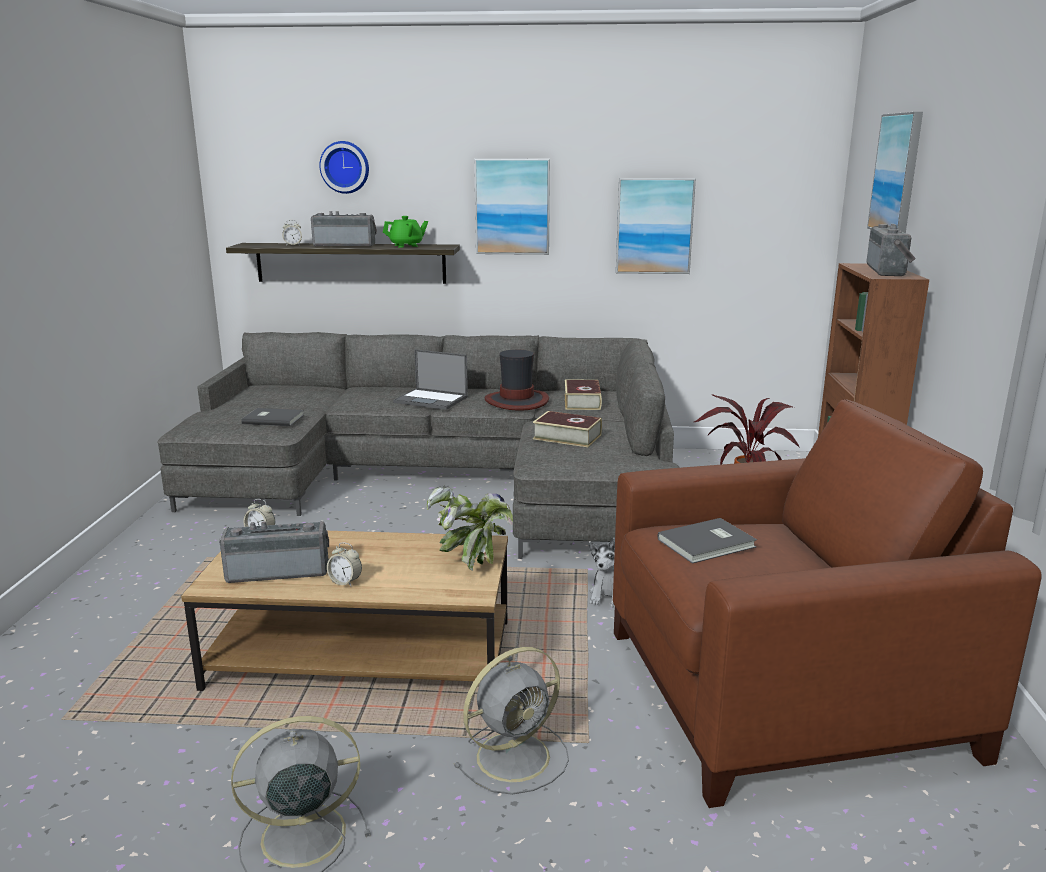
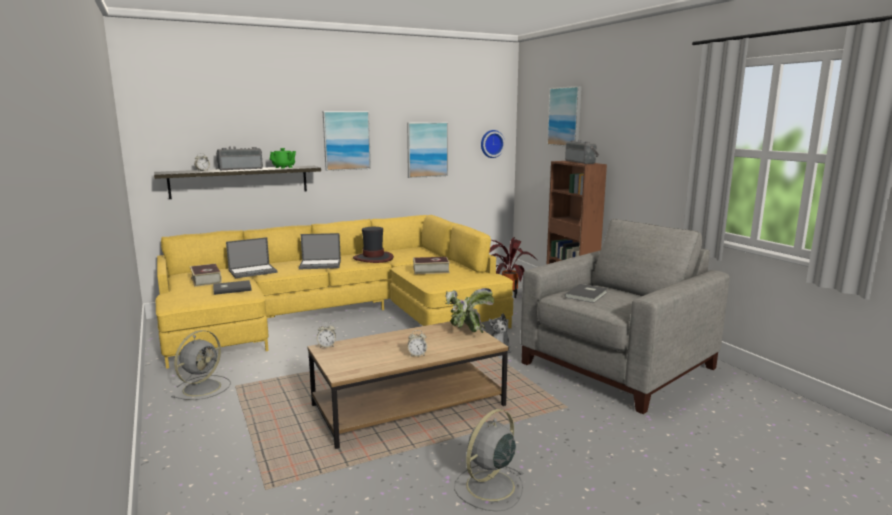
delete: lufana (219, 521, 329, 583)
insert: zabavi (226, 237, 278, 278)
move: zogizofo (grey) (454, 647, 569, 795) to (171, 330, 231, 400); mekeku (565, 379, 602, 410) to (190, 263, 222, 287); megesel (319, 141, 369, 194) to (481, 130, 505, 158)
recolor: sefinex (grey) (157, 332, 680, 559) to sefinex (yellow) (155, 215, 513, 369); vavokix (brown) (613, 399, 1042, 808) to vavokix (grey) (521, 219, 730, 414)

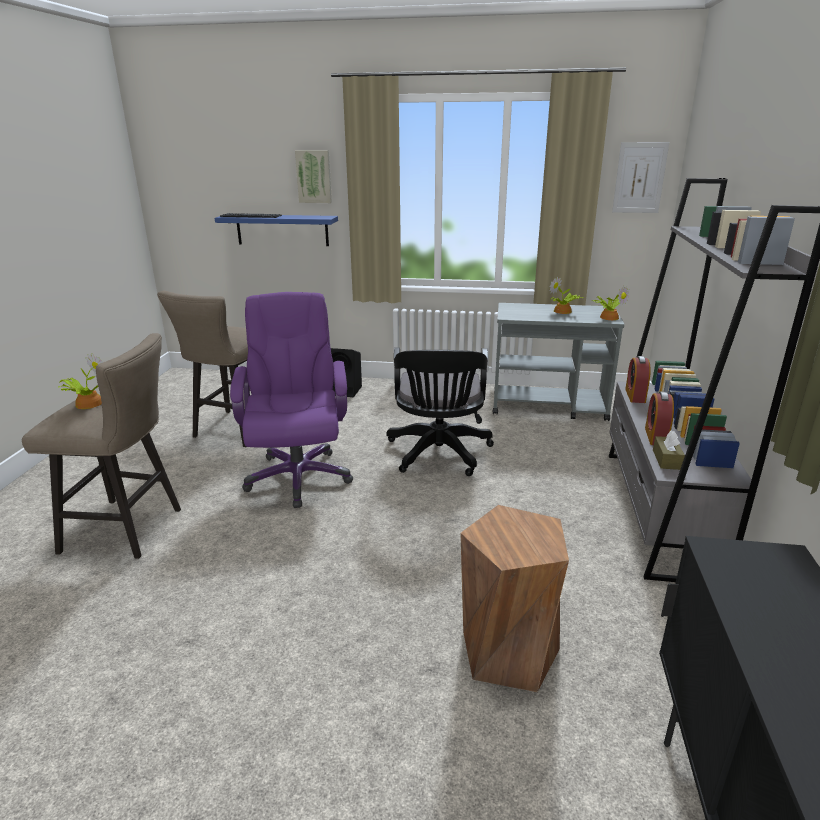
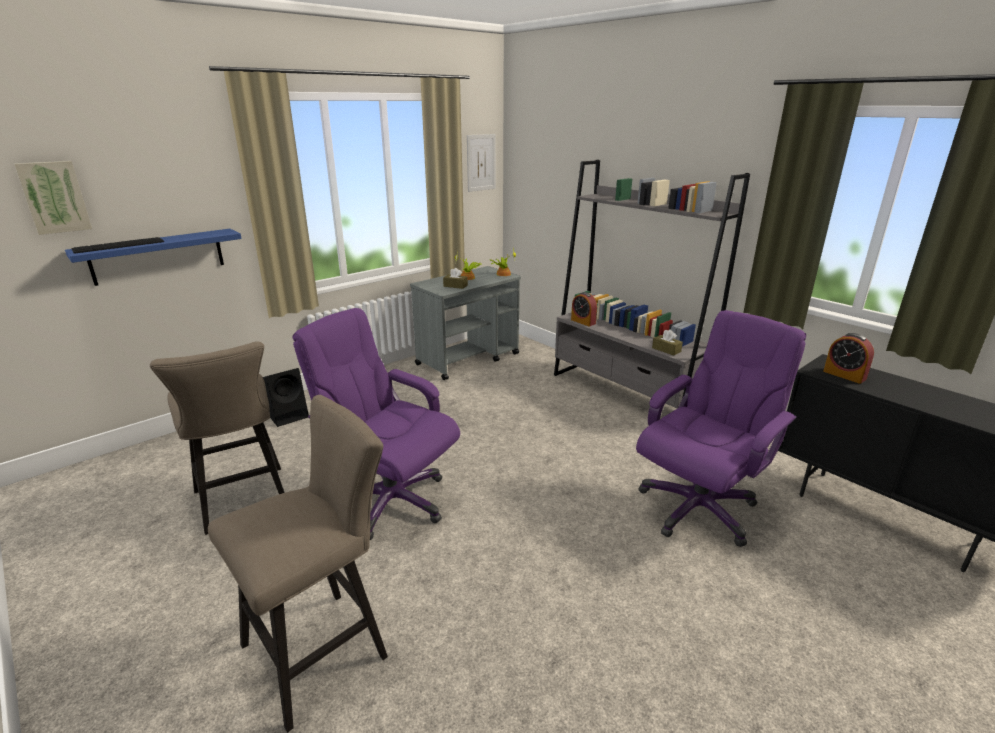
delete: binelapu (58, 353, 103, 409); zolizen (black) (387, 347, 494, 476)
insert: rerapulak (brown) (443, 268, 468, 289)
move: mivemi (295, 150, 332, 203) to (14, 161, 92, 235); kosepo (645, 392, 674, 445) to (823, 333, 874, 384)
replace: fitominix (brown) (460, 505, 569, 692) to zolizen (purple) (636, 310, 806, 547)

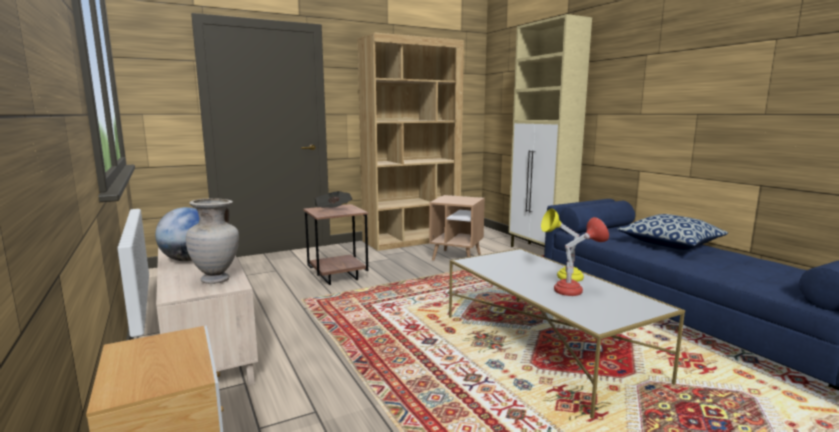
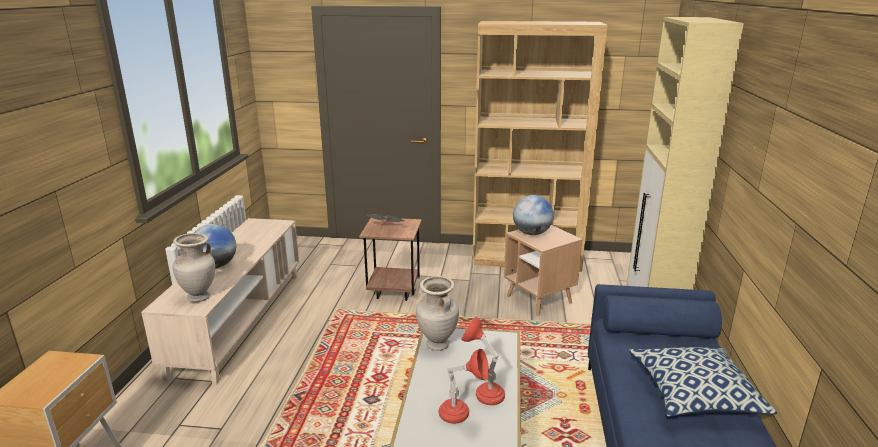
insert: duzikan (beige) (416, 276, 459, 351); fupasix (513, 195, 554, 235)
recolor: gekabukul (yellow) (541, 209, 584, 282) to gekabukul (red) (461, 316, 505, 405)

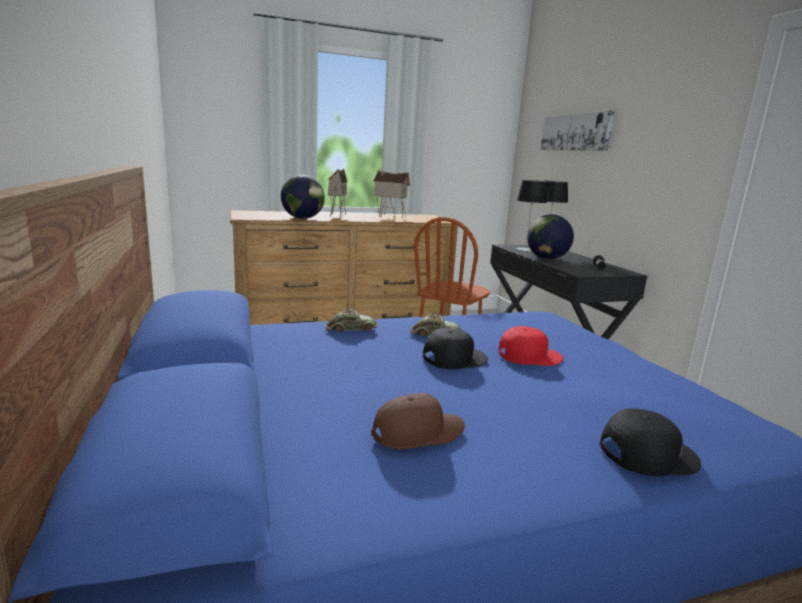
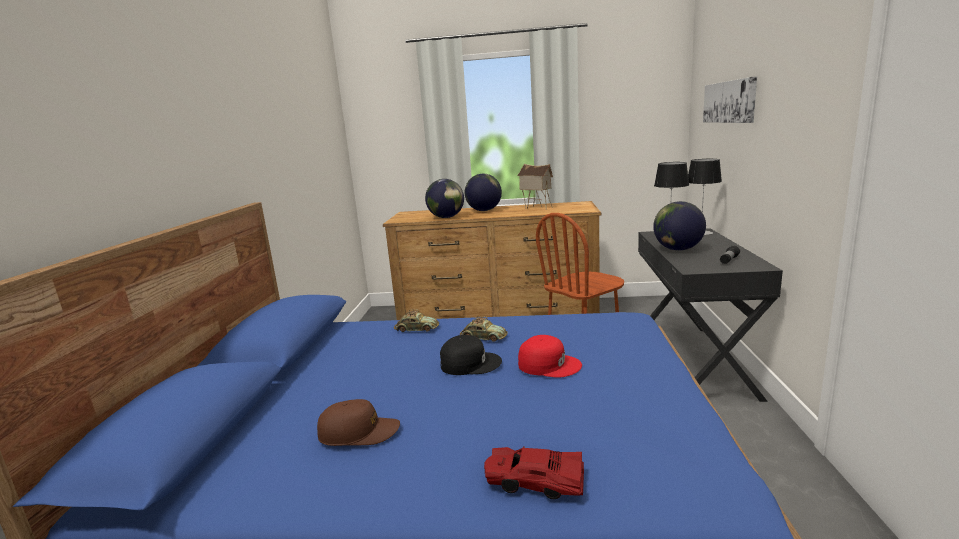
replace: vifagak (328, 168, 347, 218) to fupasix (465, 174, 502, 211); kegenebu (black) (600, 408, 701, 476) to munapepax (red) (484, 447, 584, 499)

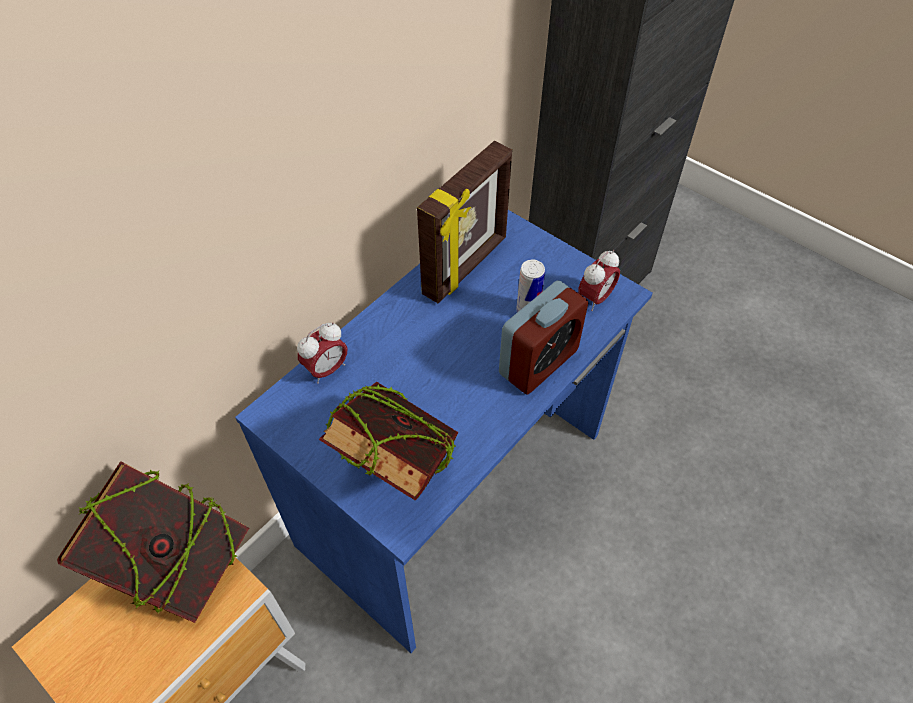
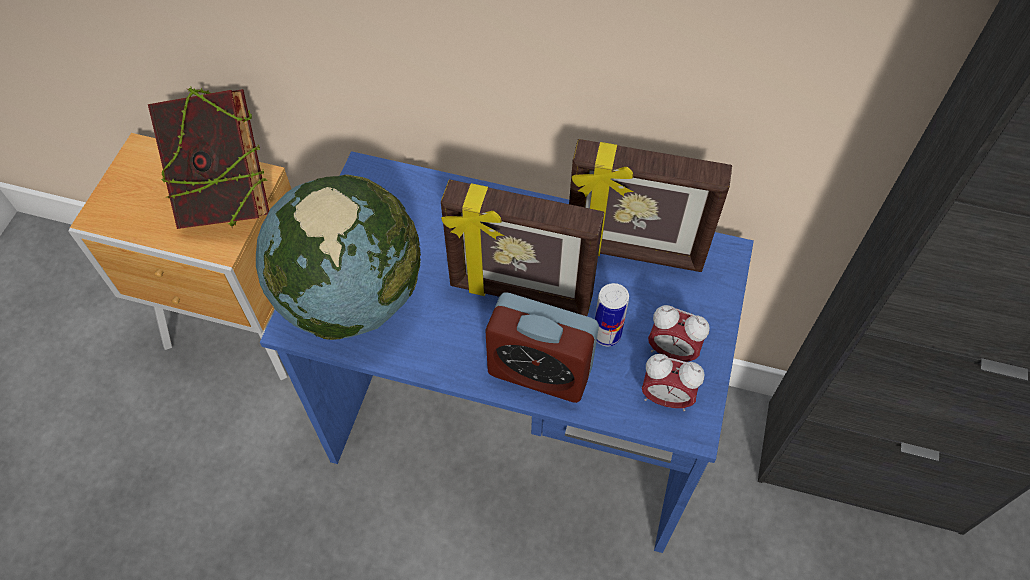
insert: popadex (441, 180, 604, 316)
move: kosepo (297, 323, 348, 384) to (648, 305, 710, 362)
replace: mekeku (319, 382, 458, 501) to fupasix (256, 174, 421, 340)

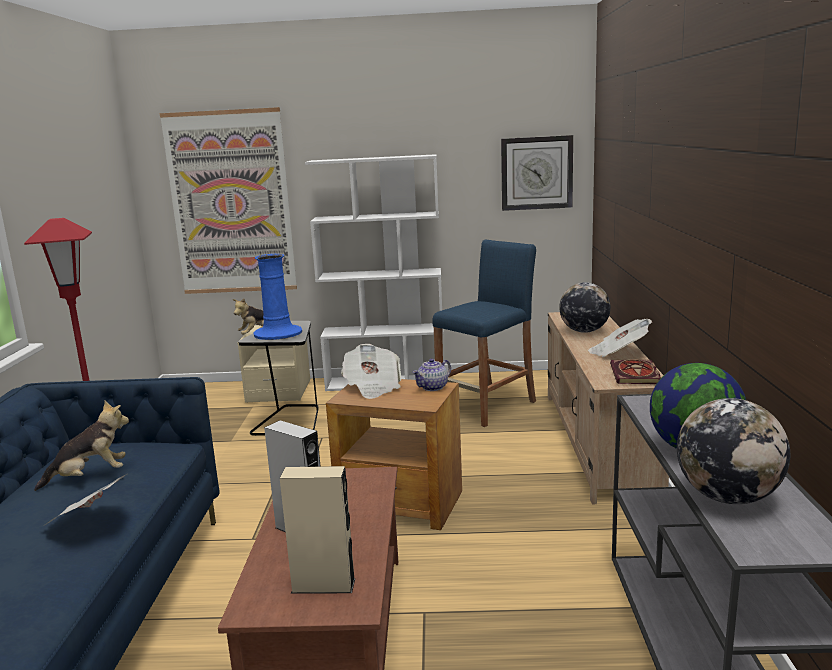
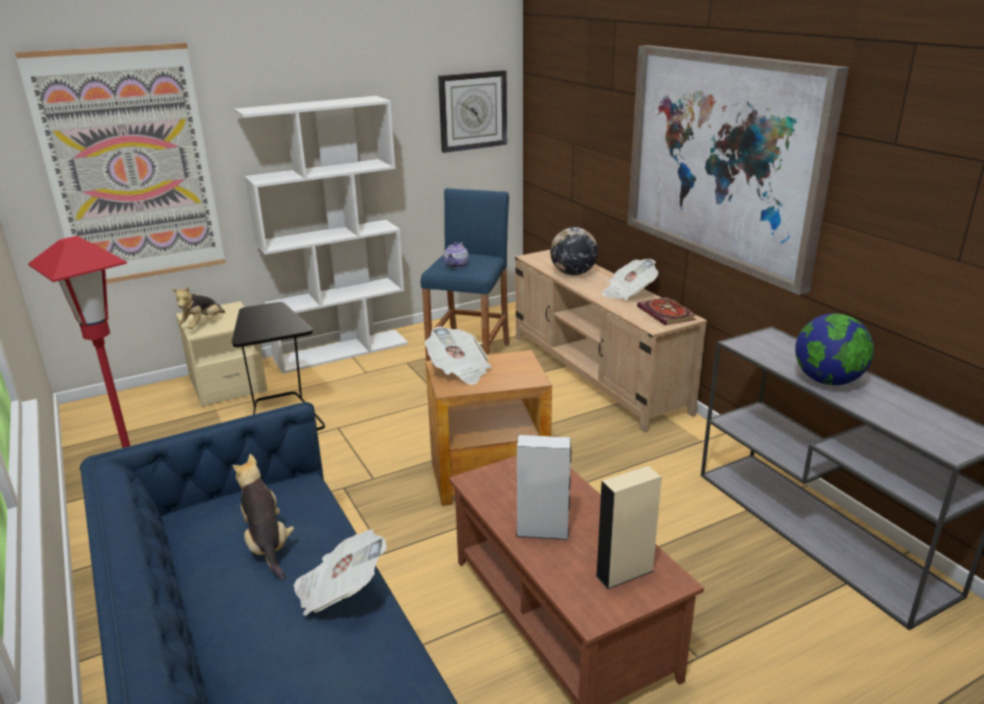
delete: duzikan (blue) (254, 254, 302, 340); fupasix (677, 398, 790, 504)
insert: mivemi (627, 45, 849, 295)
move: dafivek (412, 358, 451, 391) to (444, 242, 469, 268)
rotate: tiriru (34, 401, 129, 491) = (232, 454, 294, 580) 60 degrees counterclockwise

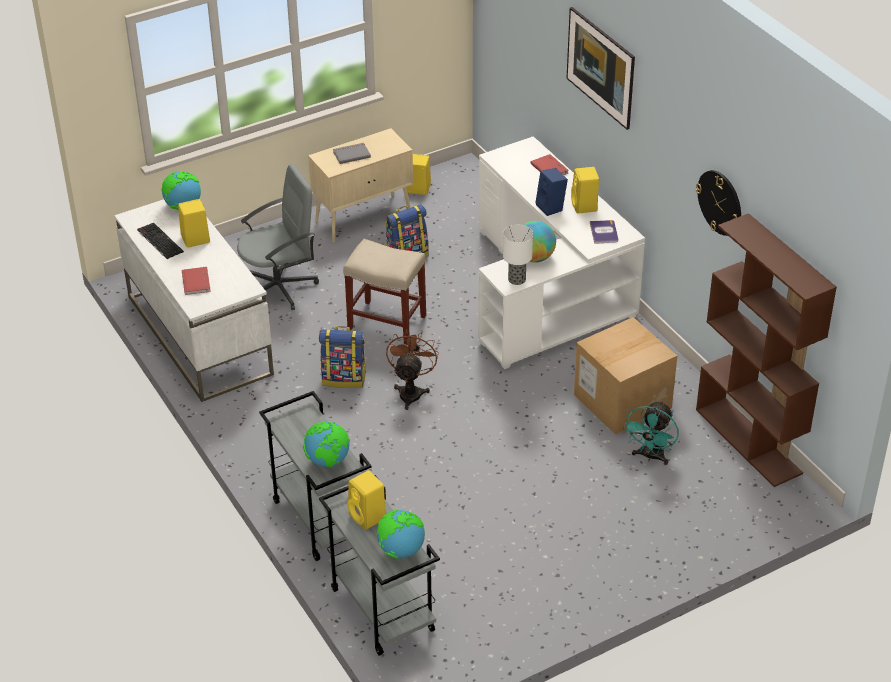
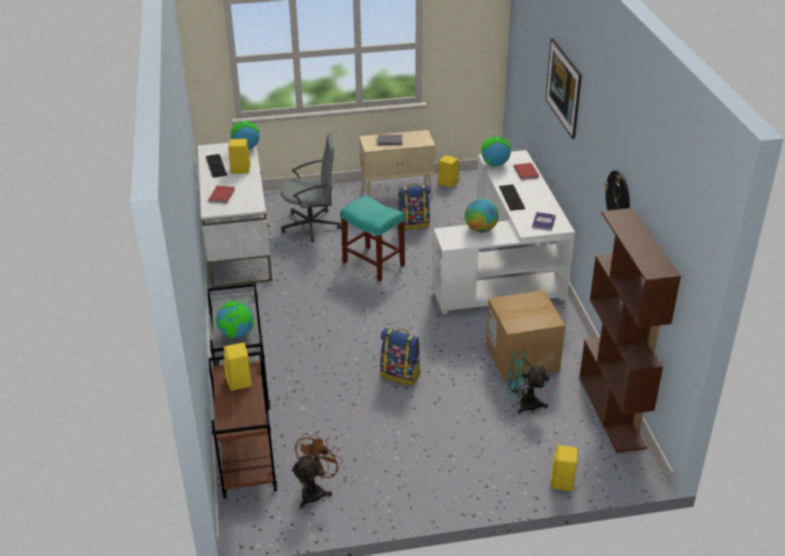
delete: gekabukul (503, 225, 533, 285)
move: zogizofo (brown) (386, 329, 439, 410) to (291, 432, 343, 509); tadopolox (319, 326, 366, 388) to (380, 328, 421, 386); fupasix (377, 510, 425, 559) to (481, 136, 511, 167); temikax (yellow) (571, 167, 599, 213) to (551, 445, 578, 491)
replace: temikax (blue) (535, 168, 568, 216) to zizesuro (499, 184, 525, 211)
recolor: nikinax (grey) (319, 475, 440, 656) to nikinax (brown) (209, 352, 277, 498); fitominix (beige) (343, 239, 426, 345) to fitominix (turquoise) (340, 195, 405, 282)
rotate: zogizofo (turquoise) (623, 401, 679, 465) = (507, 351, 549, 414) 60 degrees clockwise

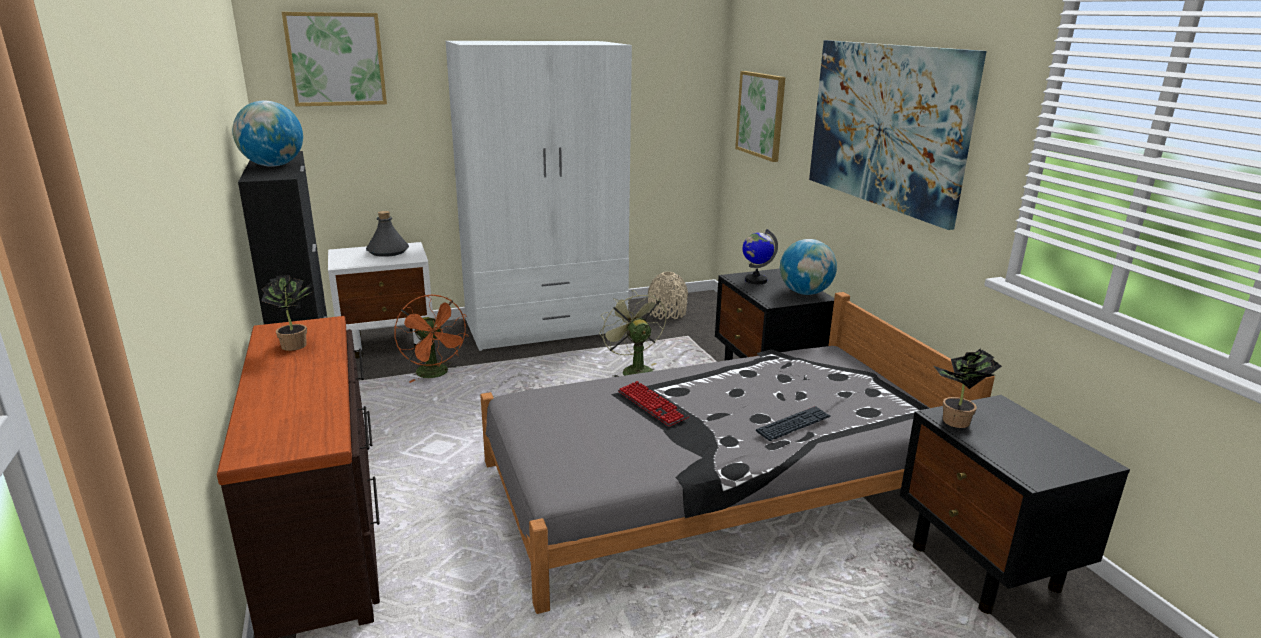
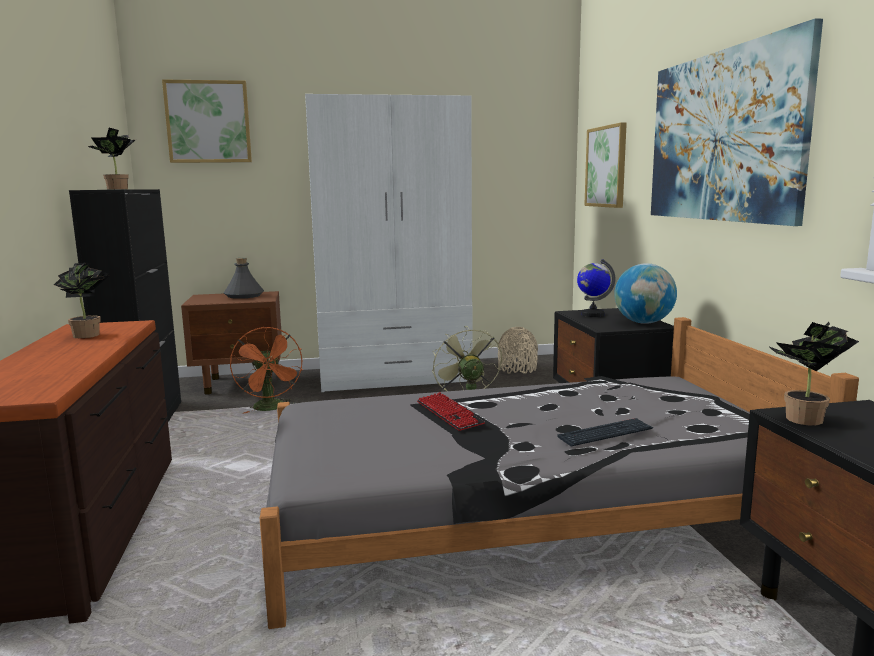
replace: fupasix (233, 101, 303, 167) to binelapu (87, 128, 135, 189)
recolor: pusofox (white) (328, 242, 433, 358) to pusofox (brown) (181, 291, 282, 395)

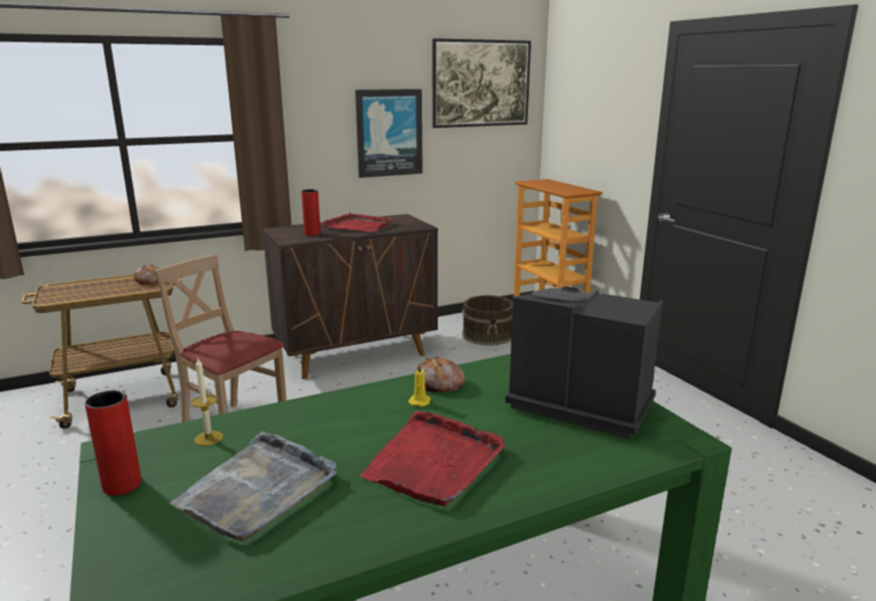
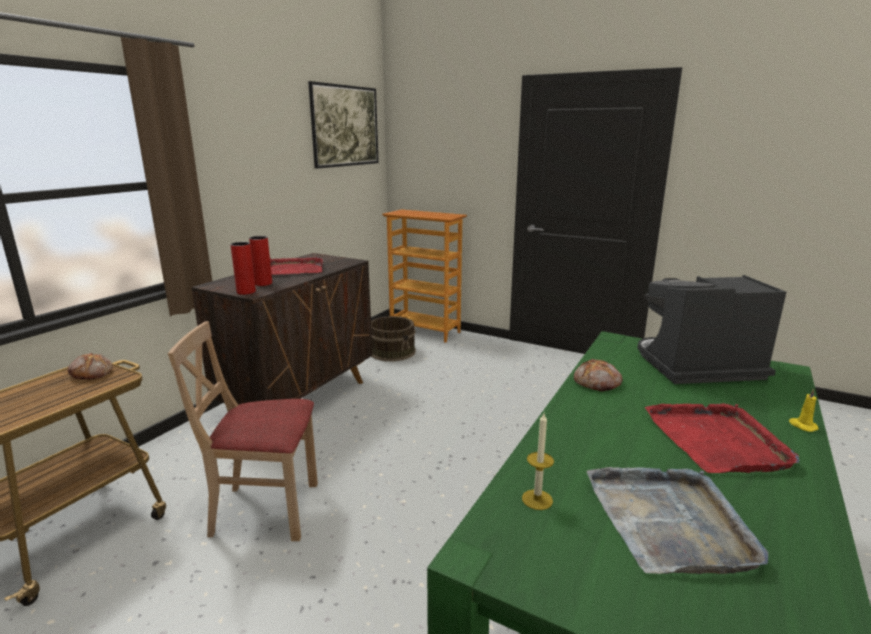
delete: mivemi (355, 89, 423, 178)
move: duzikan (red) (85, 390, 141, 496) to (230, 242, 256, 295); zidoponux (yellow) (408, 363, 431, 407) to (789, 388, 819, 432)

